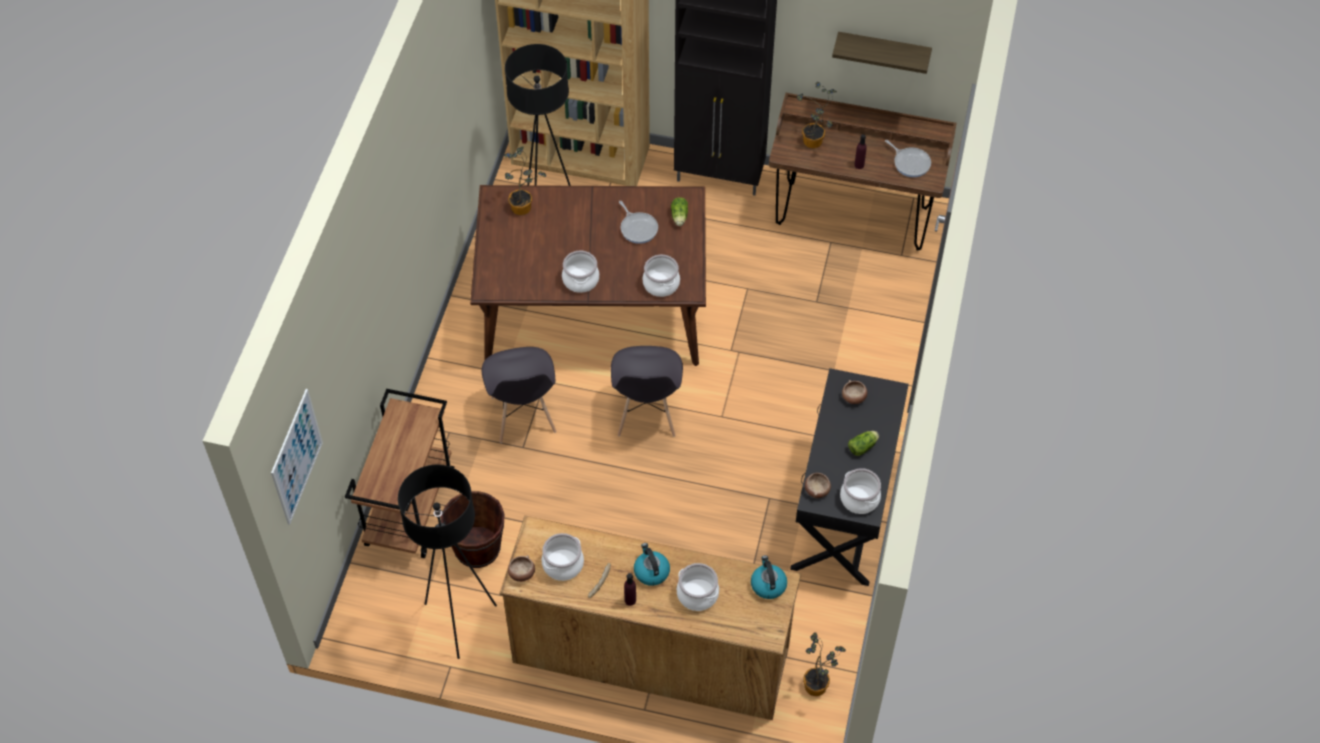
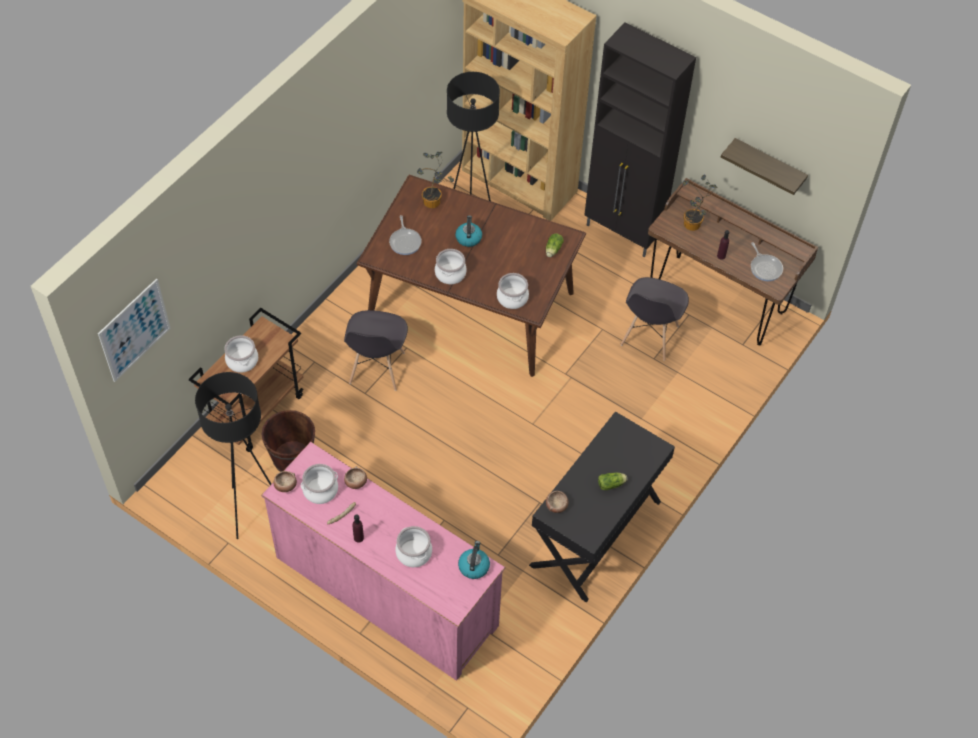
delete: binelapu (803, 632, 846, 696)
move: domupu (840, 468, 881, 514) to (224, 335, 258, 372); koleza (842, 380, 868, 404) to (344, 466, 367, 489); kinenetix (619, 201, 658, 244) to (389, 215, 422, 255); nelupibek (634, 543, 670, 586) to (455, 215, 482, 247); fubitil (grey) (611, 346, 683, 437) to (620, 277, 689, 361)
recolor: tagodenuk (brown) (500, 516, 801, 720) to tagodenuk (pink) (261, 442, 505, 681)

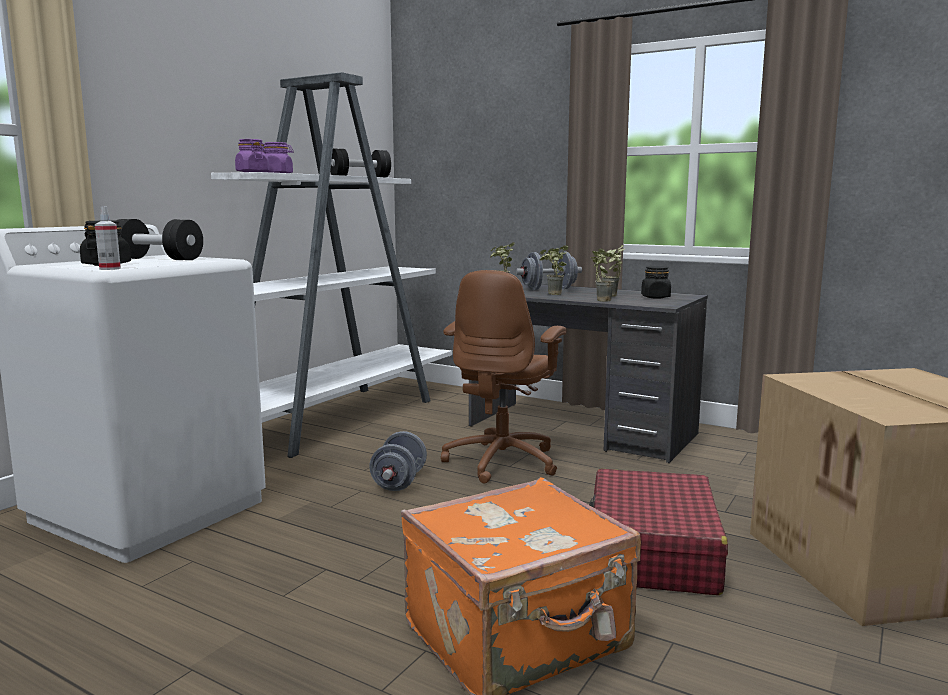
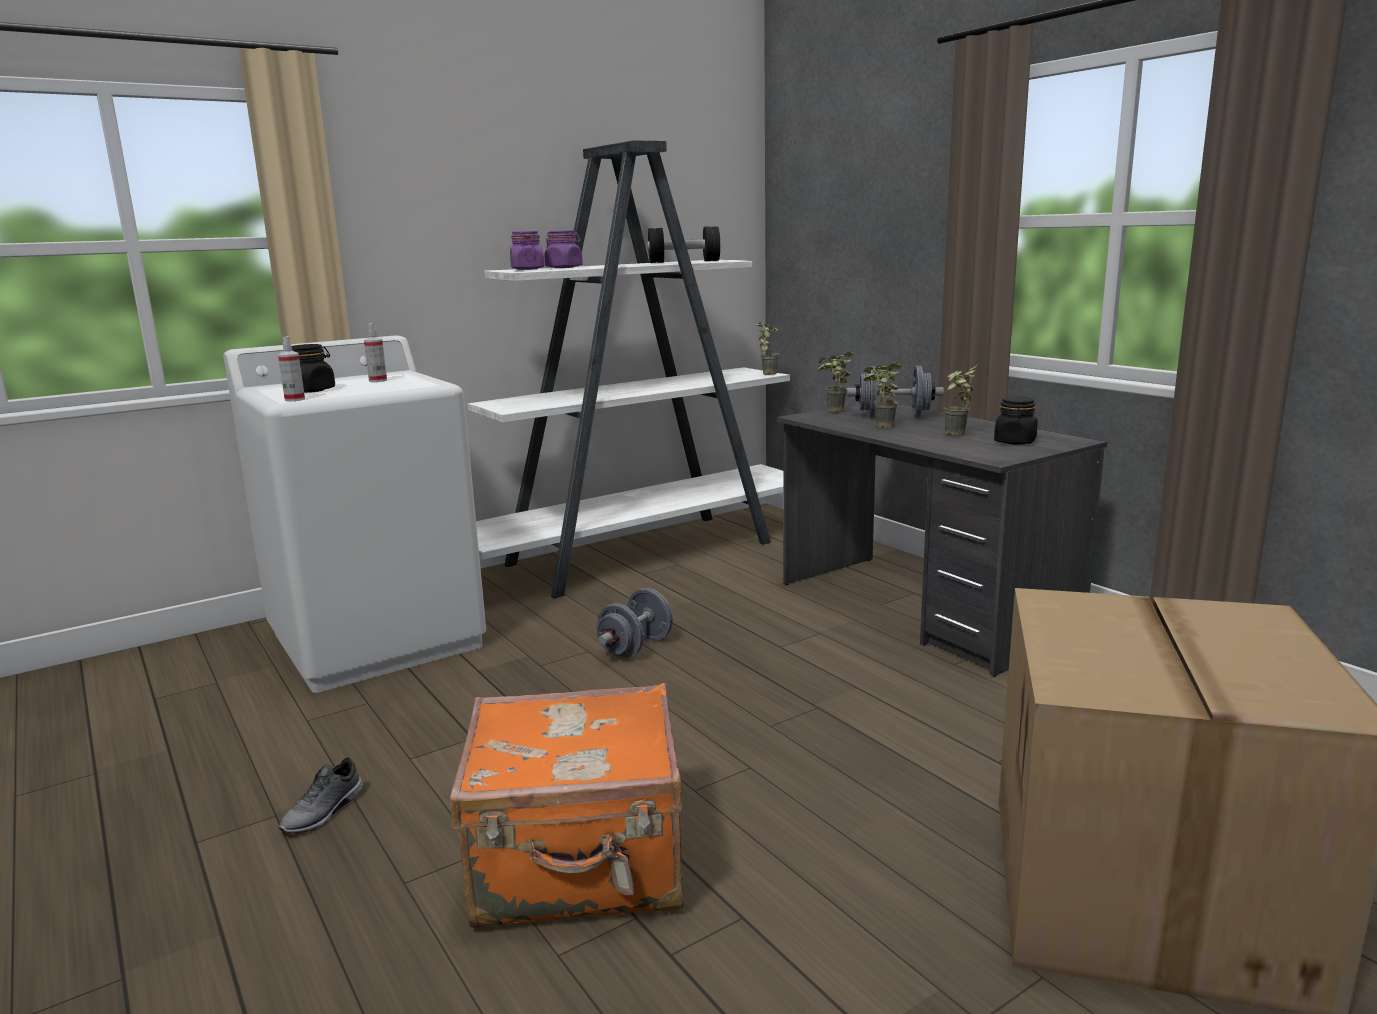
delete: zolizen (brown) (441, 270, 566, 484); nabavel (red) (589, 469, 728, 595)
insert: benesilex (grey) (278, 757, 363, 833)
move: binelapu (591, 249, 614, 302) to (756, 322, 779, 375)
replace: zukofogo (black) (116, 219, 203, 260) to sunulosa (364, 323, 387, 382)

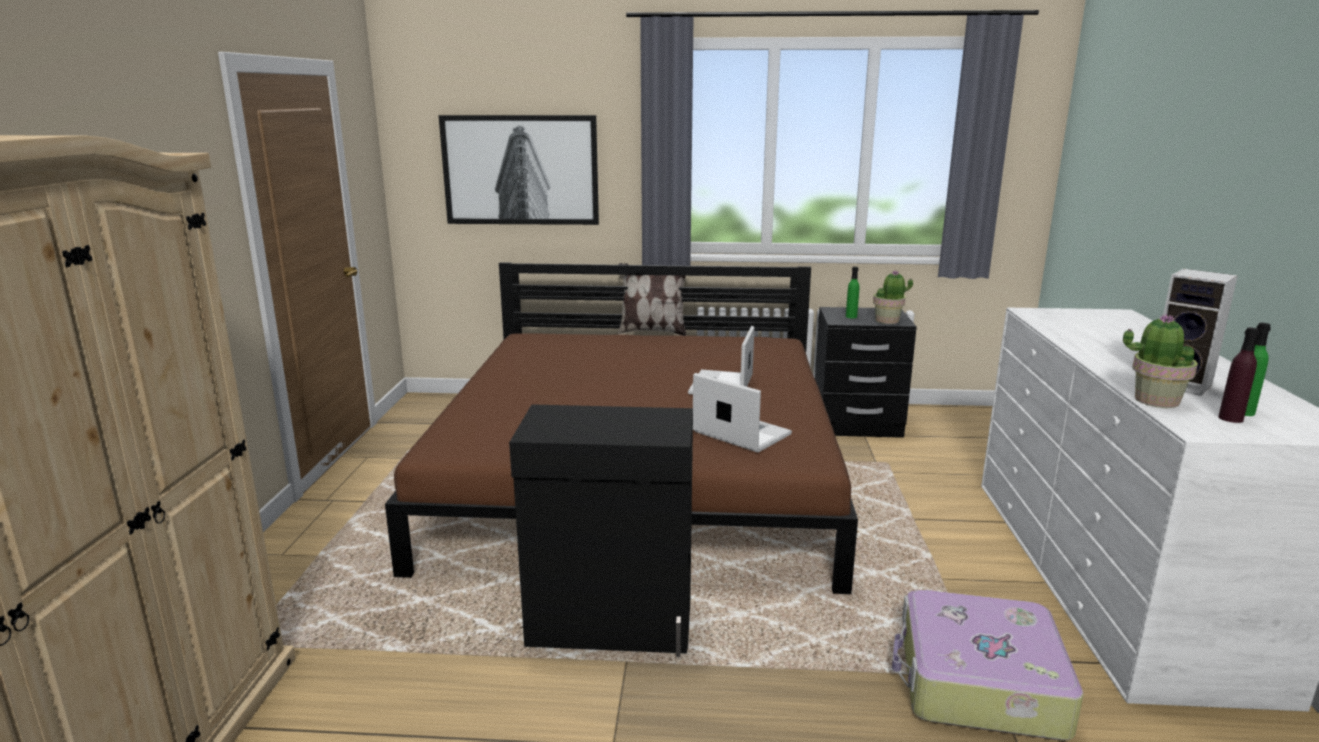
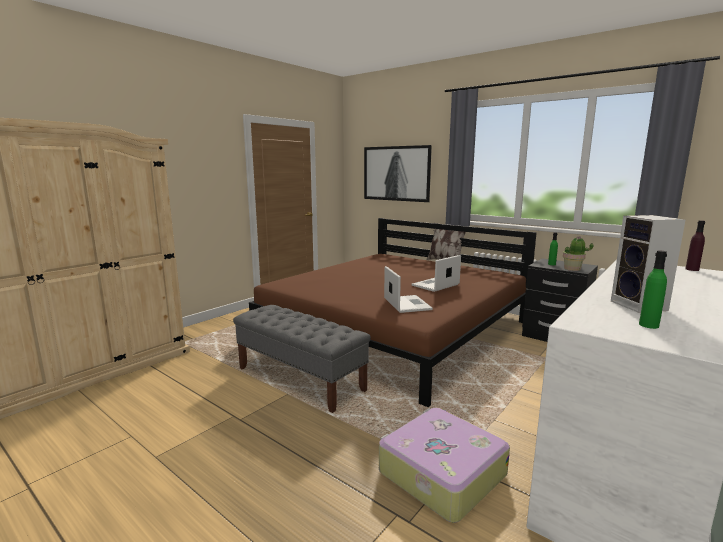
delete: binelapu (1123, 314, 1198, 408)
move: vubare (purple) (1218, 328, 1259, 423) to (685, 220, 705, 271)
replace: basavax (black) (509, 404, 693, 657) to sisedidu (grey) (233, 305, 371, 413)

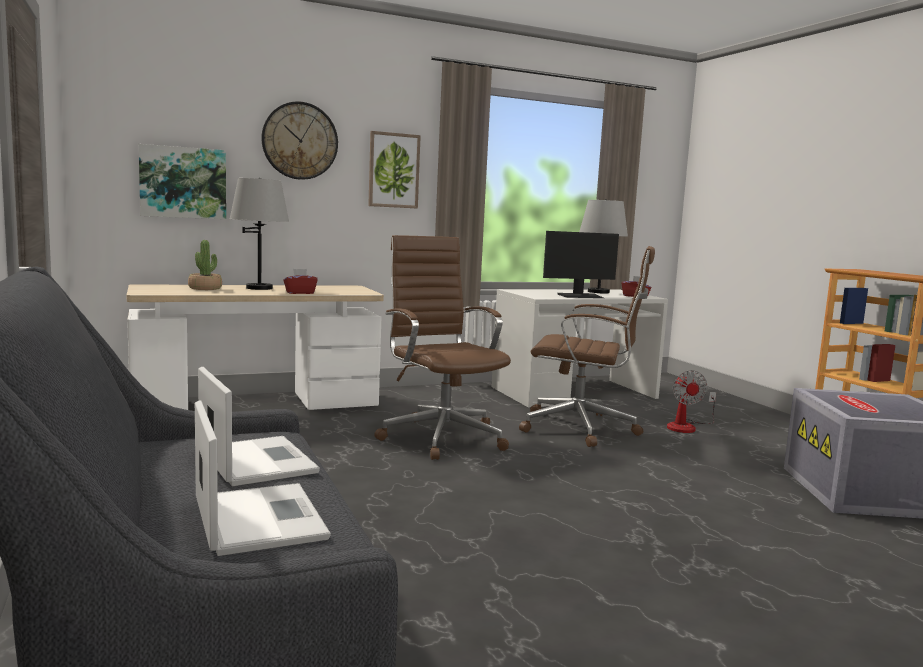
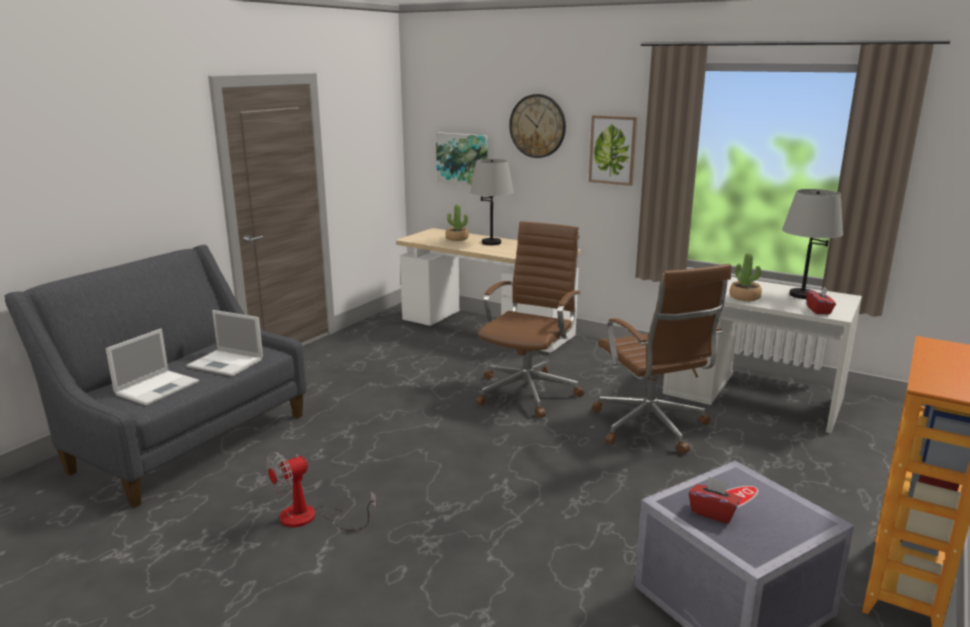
move: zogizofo (667, 370, 716, 433) to (266, 452, 376, 531); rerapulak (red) (283, 269, 318, 294) to (689, 477, 741, 523)
replace: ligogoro (543, 231, 619, 298) to binelapu (729, 253, 762, 301)
rotate: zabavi (198, 367, 320, 486) = (186, 310, 263, 376) 90 degrees clockwise

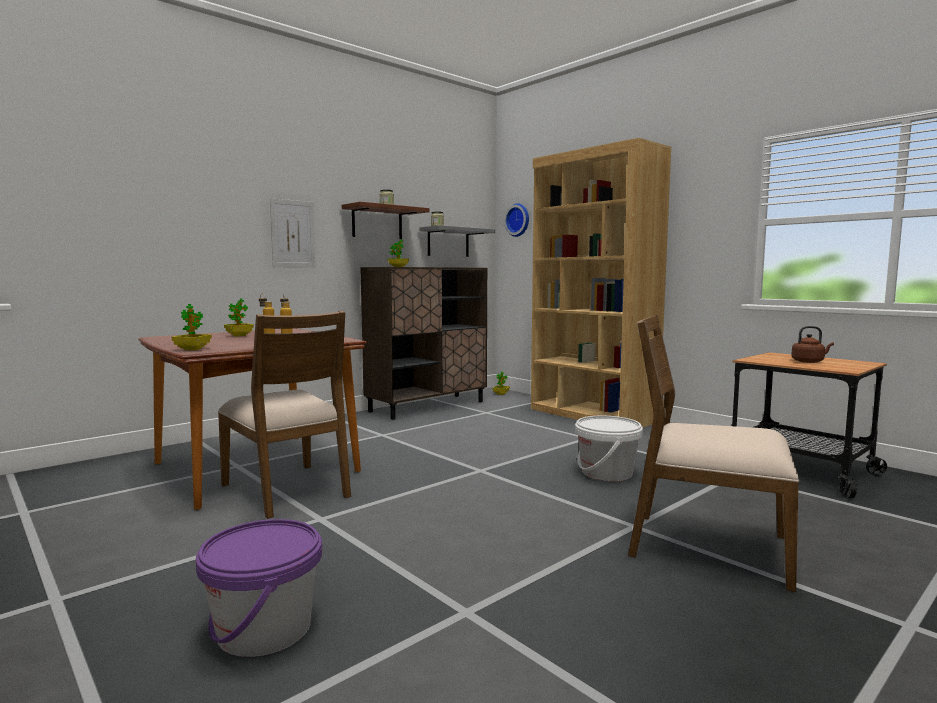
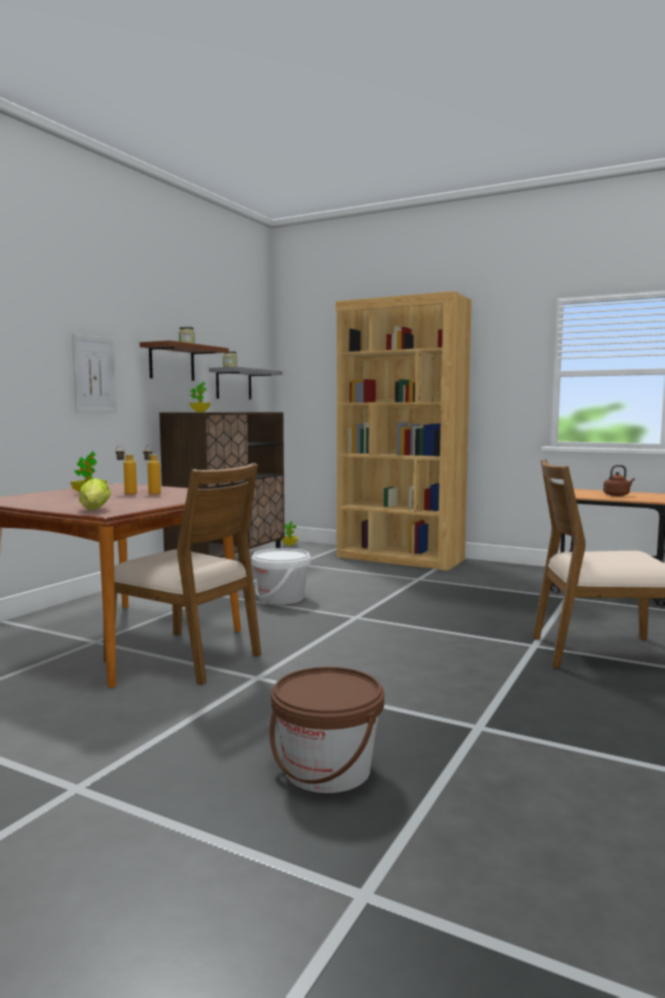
delete: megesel (504, 203, 529, 237)
move: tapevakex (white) (575, 416, 643, 481) to (252, 548, 311, 605)
replace: binelapu (172, 304, 212, 350) to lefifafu (79, 478, 111, 510)
recolor: tapevakex (purple) (196, 519, 322, 657) to tapevakex (brown) (270, 667, 384, 793)

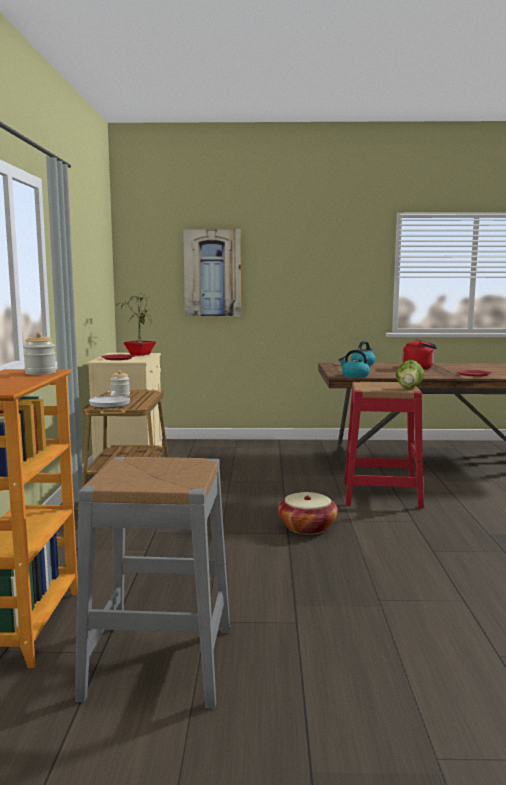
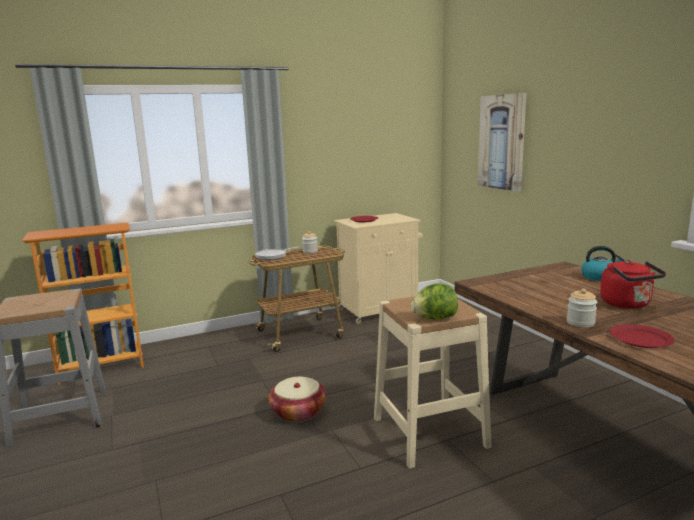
delete: binelapu (116, 292, 156, 356); nelupibek (339, 350, 370, 378)
move: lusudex (23, 332, 56, 375) to (567, 289, 597, 327)
recolor: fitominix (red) (344, 381, 424, 509) to fitominix (beige) (374, 296, 492, 468)

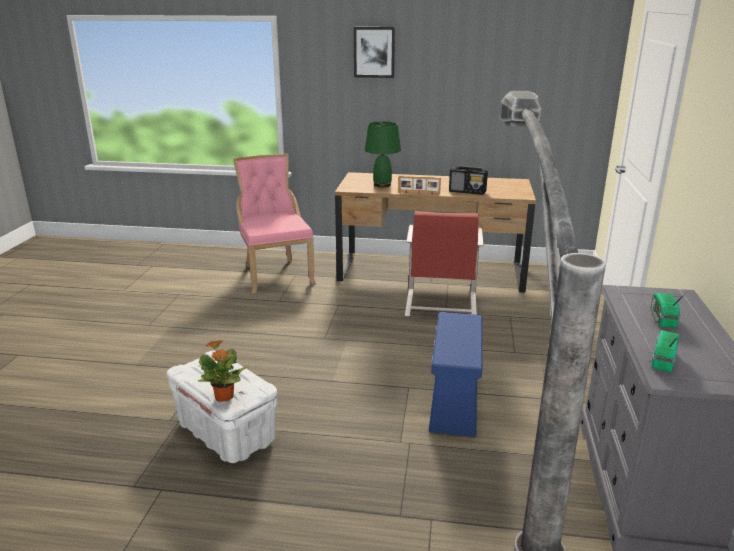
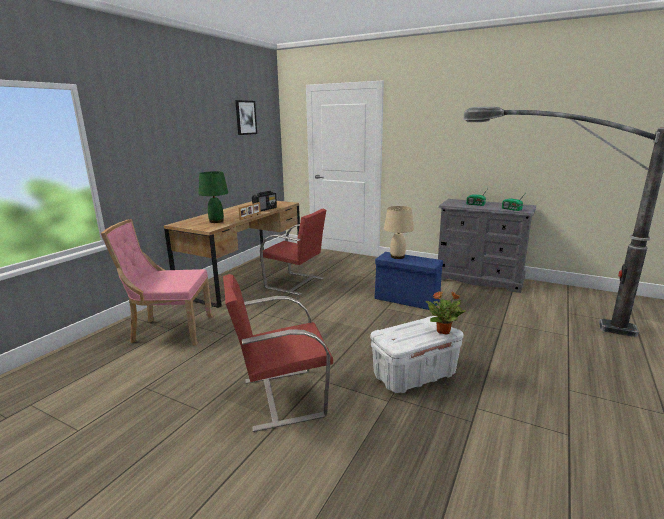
insert: fubitil (red) (223, 274, 333, 432); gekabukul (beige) (384, 206, 414, 259)
move: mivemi (354, 27, 395, 78) to (235, 100, 257, 135)

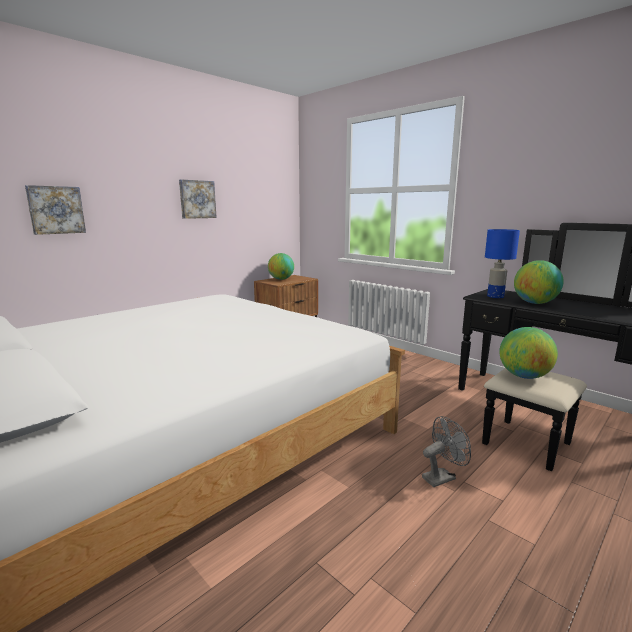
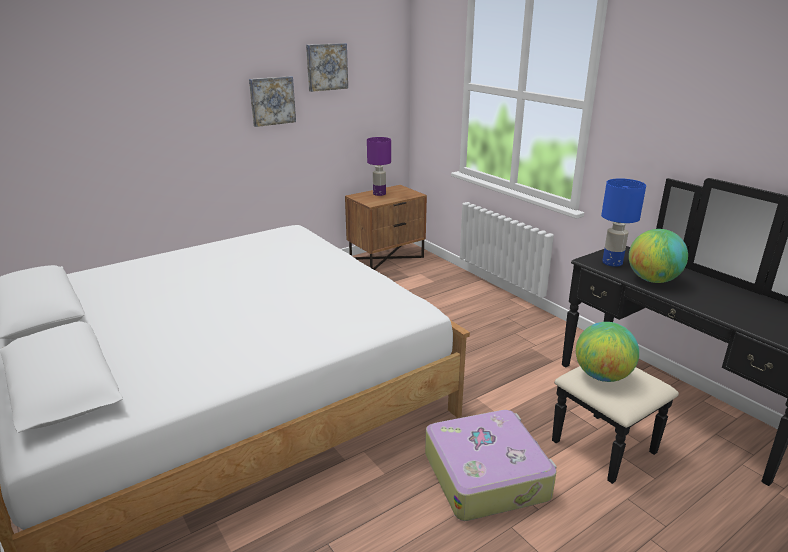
move: mivemi (25, 185, 86, 235) to (306, 43, 348, 92)
replace: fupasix (268, 253, 294, 280) to gekabukul (purple) (367, 137, 391, 196); zogizofo (grey) (422, 416, 471, 487) to nabavel (425, 410, 557, 521)

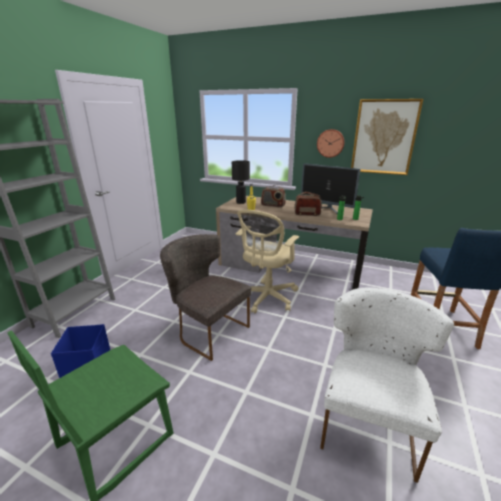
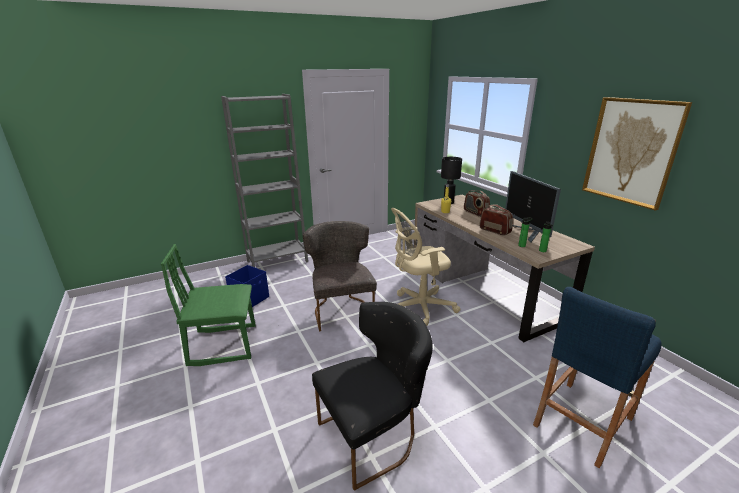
delete: megesel (317, 129, 345, 158)
recolor: fubitil (white) (320, 288, 454, 483) to fubitil (black) (312, 302, 433, 490)

